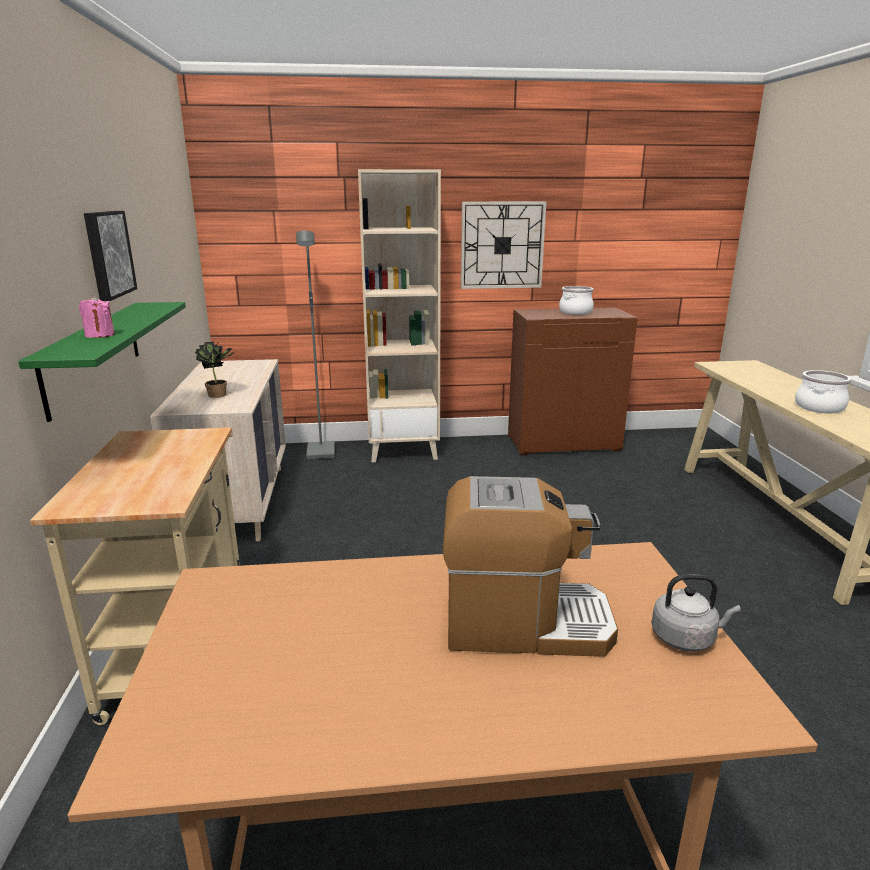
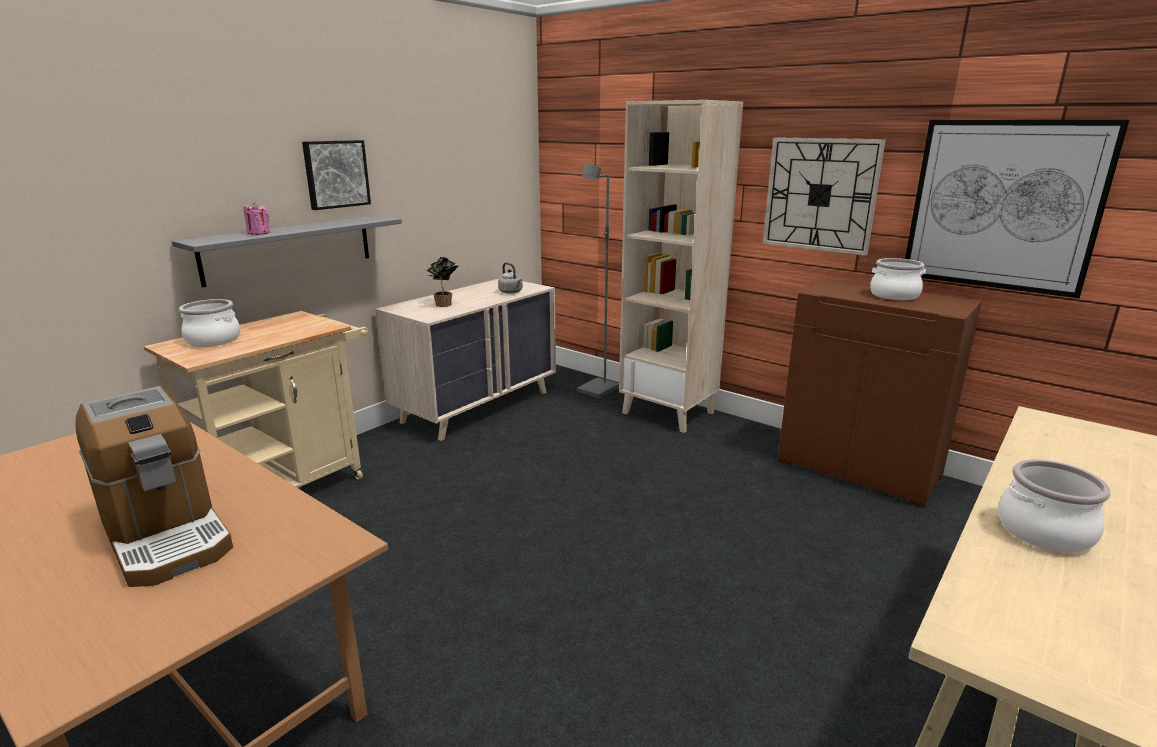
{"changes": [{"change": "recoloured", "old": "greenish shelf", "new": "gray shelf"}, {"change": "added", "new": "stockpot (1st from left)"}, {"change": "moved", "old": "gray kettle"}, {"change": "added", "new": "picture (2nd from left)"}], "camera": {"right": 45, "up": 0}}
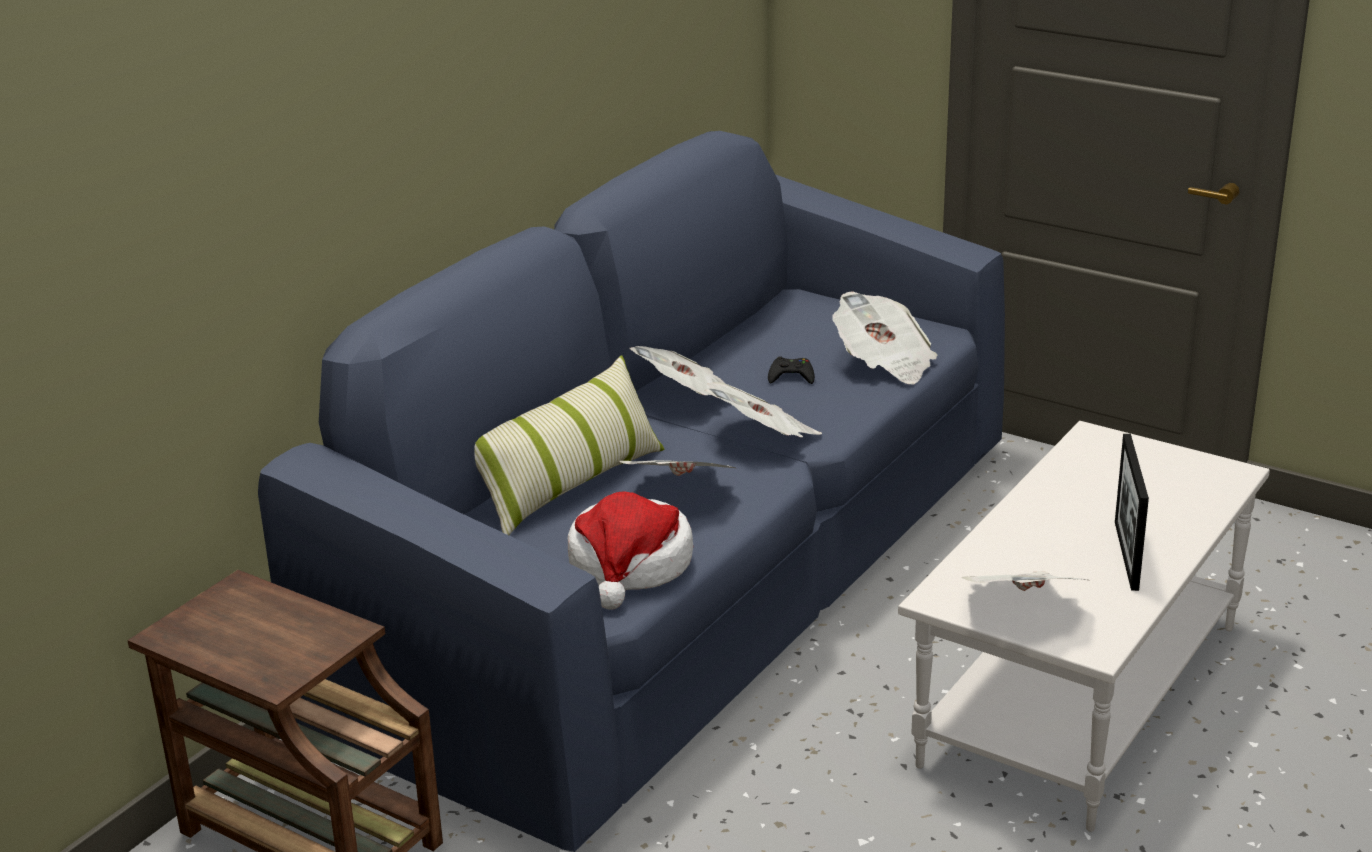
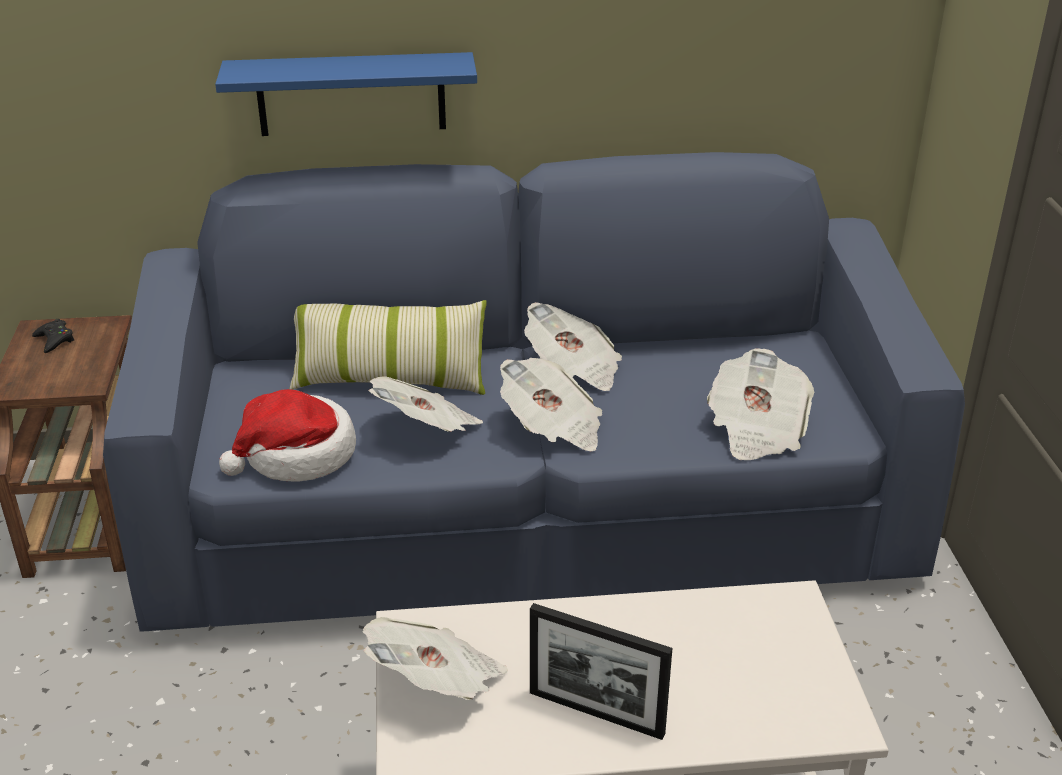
{"changes": [{"change": "moved", "old": "black game controller"}, {"change": "added", "new": "bluish shelf"}, {"change": "turned", "old": "standing frame", "degrees": -120}], "camera": {"right": 50, "up": 5}}
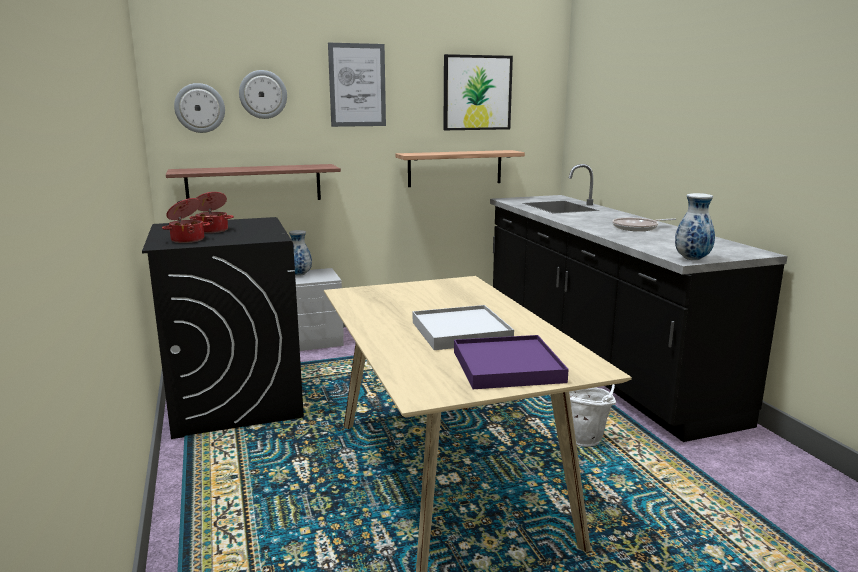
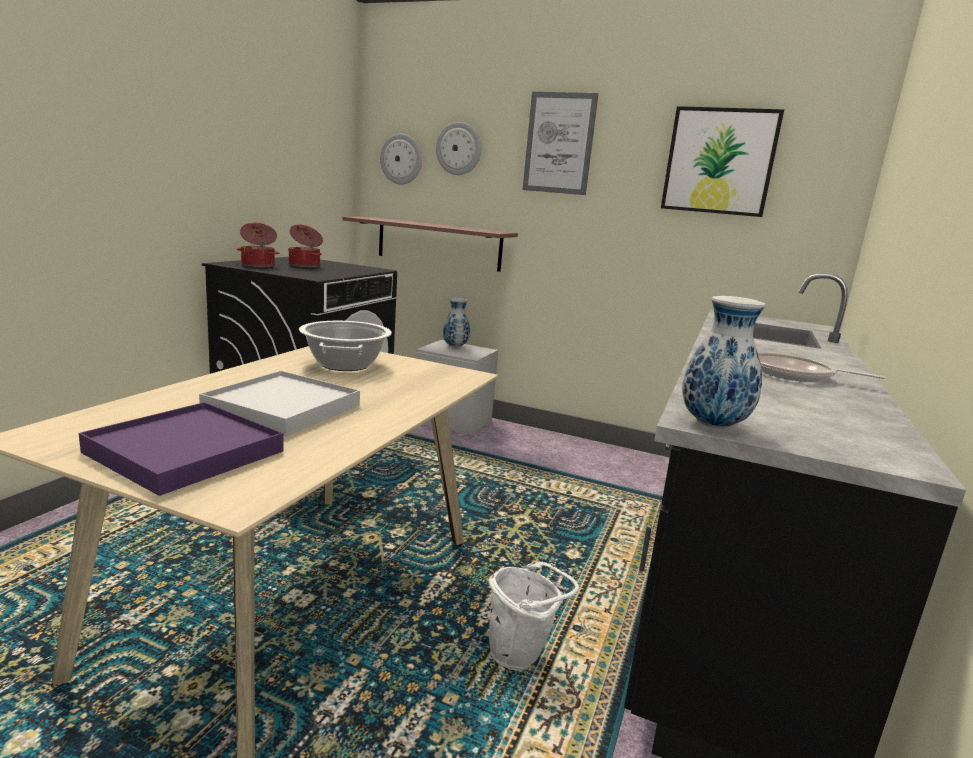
{"changes": [{"change": "added", "new": "stockpot (3rd from left)"}, {"change": "removed", "old": "shelf (2nd from left)"}], "camera": {"right": 40, "up": 0}}
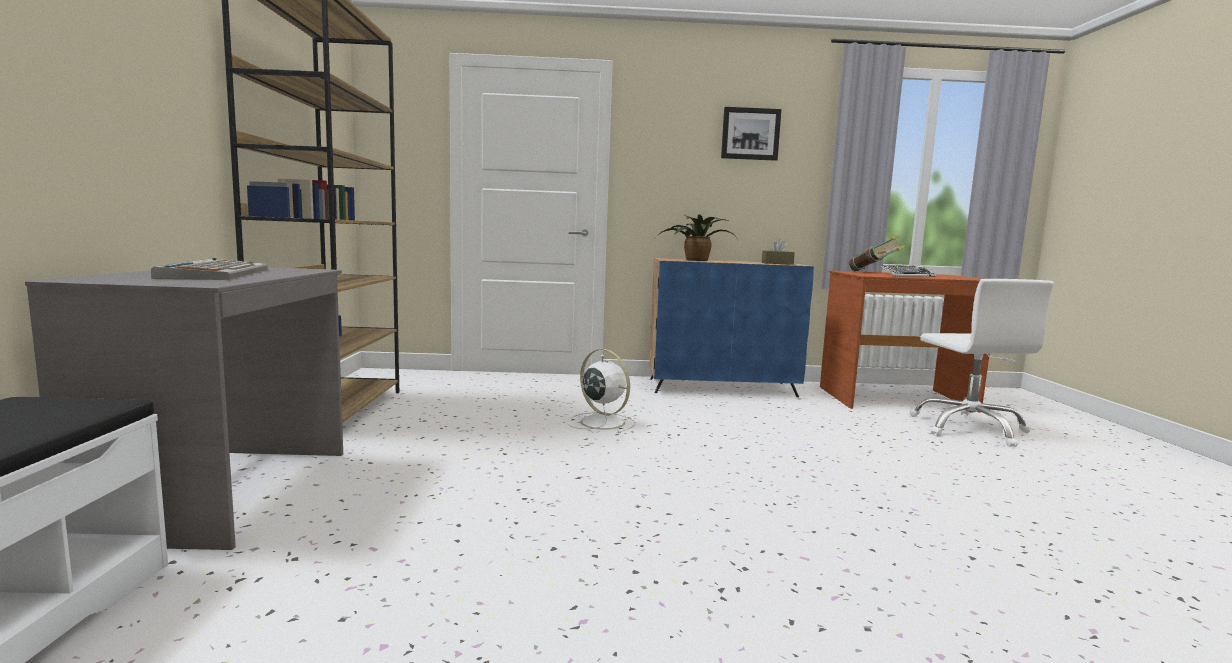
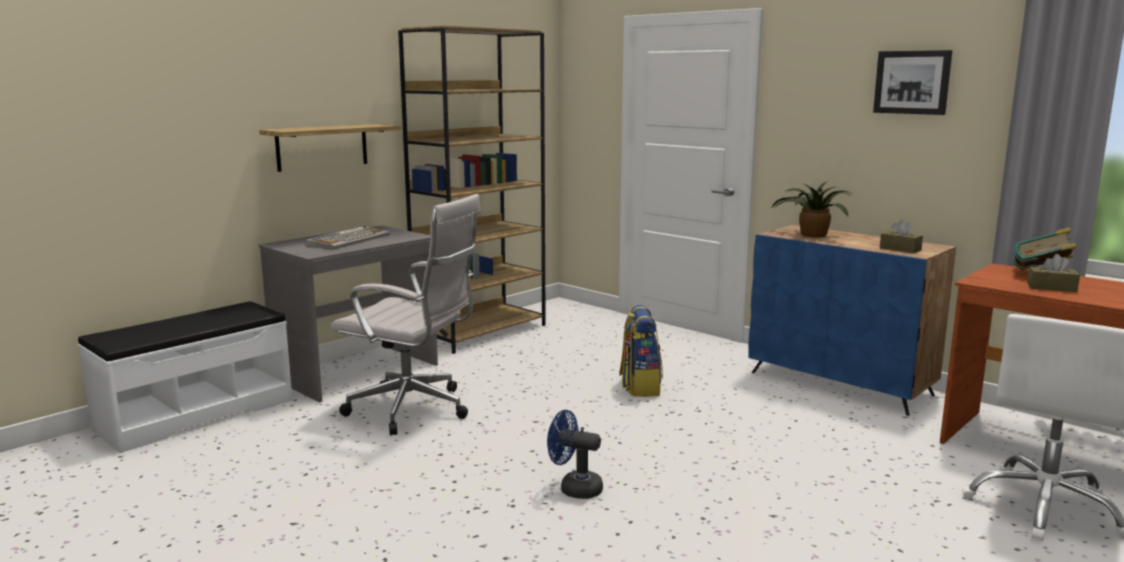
{"changes": [{"change": "added", "new": "shelf"}, {"change": "added", "new": "whitish office chair (1st from left)"}, {"change": "added", "new": "bluish fan"}, {"change": "replaced", "old": "whitish fan", "new": "backpack"}, {"change": "replaced", "old": "PC keyboard (2nd from left)", "new": "brownish tissue holder (2nd from left)"}], "camera": {"right": 45, "up": 5}}
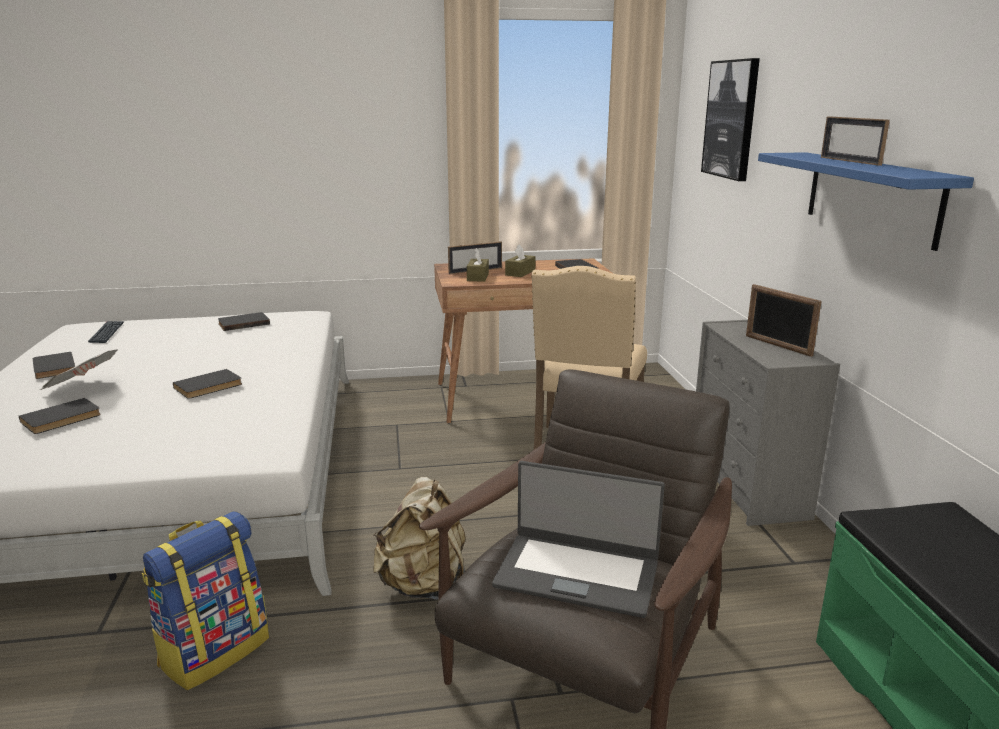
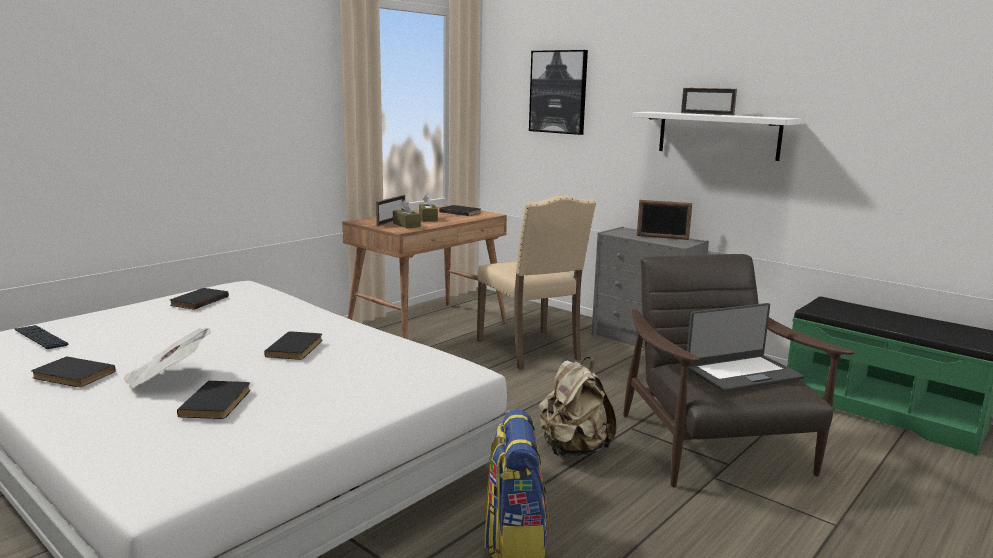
{"changes": [{"change": "recoloured", "old": "bluish shelf", "new": "whitish shelf"}], "camera": {"right": -40, "up": -5}}
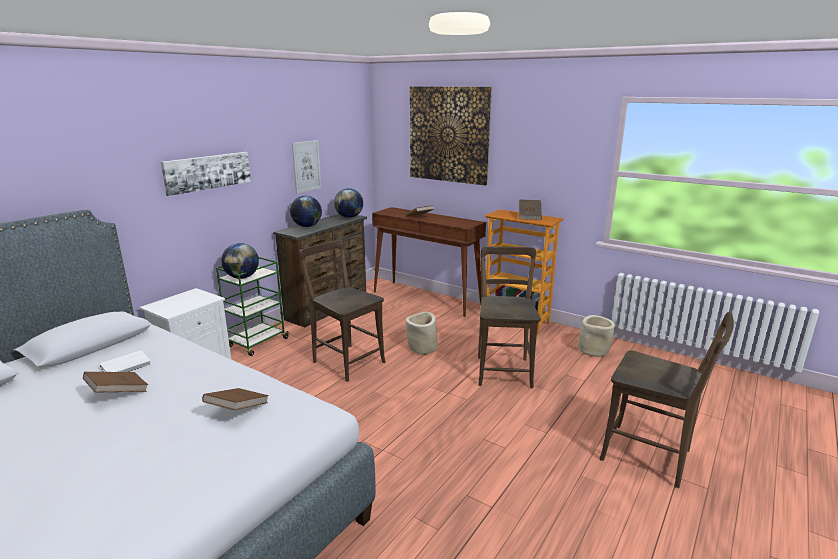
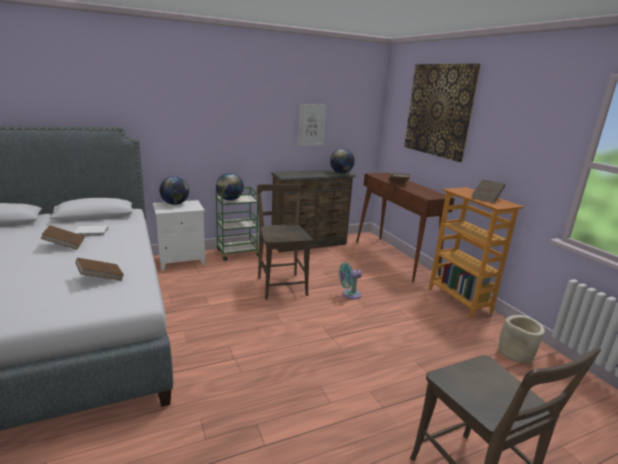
{"changes": [{"change": "moved", "old": "globe (2nd from left in the first image)", "new": "globe (1st from left)"}, {"change": "replaced", "old": "beige flower pot (1st from left)", "new": "turquoise-coloured fan"}, {"change": "removed", "old": "picture (1st from left)"}, {"change": "removed", "old": "brownish upright chair (2nd from left)"}], "camera": {"right": 30, "up": 0}}
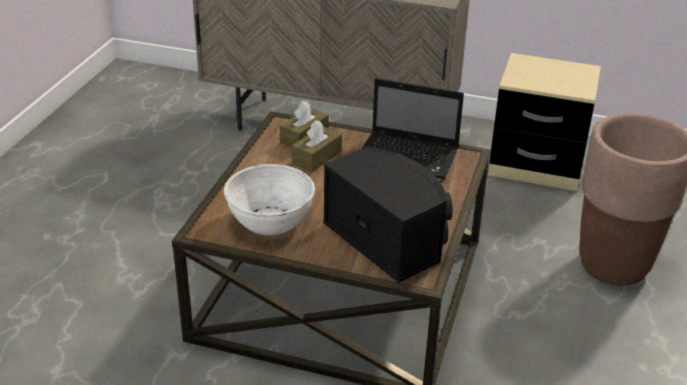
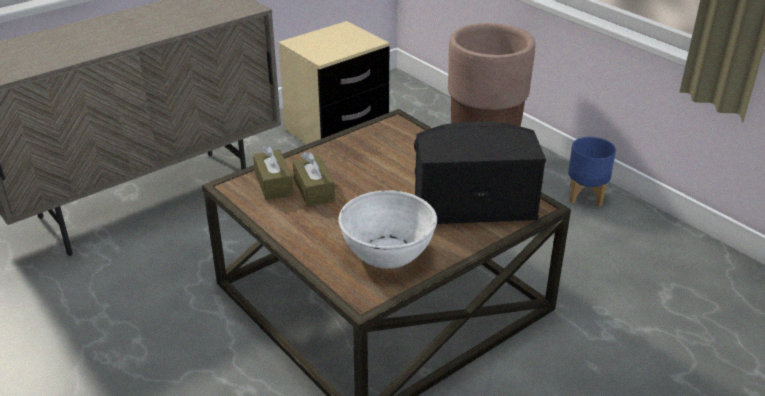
{"changes": [{"change": "added", "new": "bluish flower pot"}, {"change": "removed", "old": "laptop"}], "camera": {"right": -55, "up": 0}}
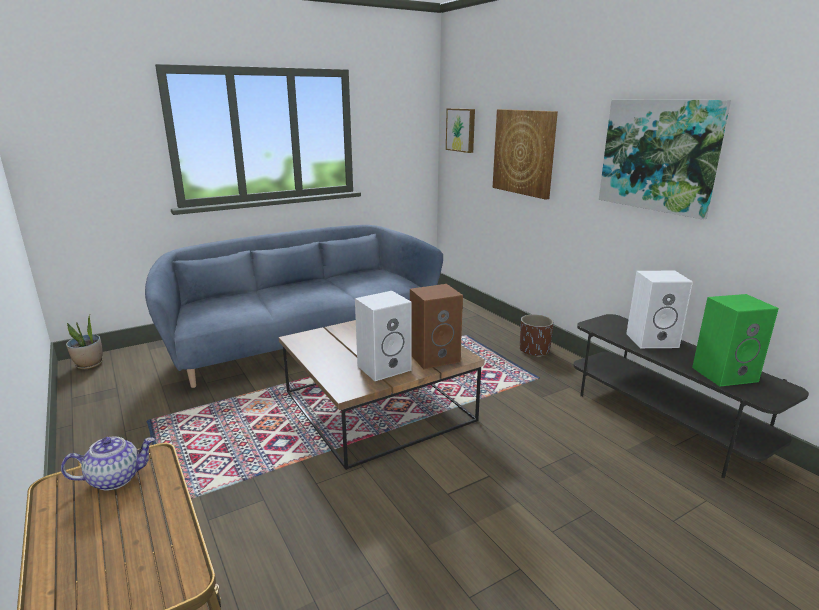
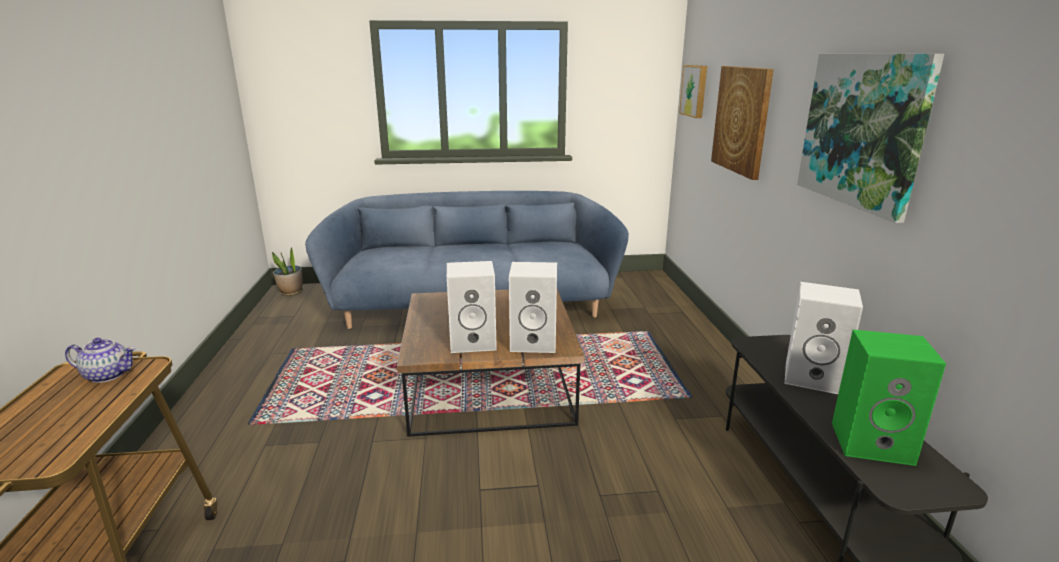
{"changes": [{"change": "recoloured", "old": "brownish audio speaker", "new": "whitish audio speaker (2nd from left)"}, {"change": "removed", "old": "brownish flower pot"}], "camera": {"right": 25, "up": 0}}
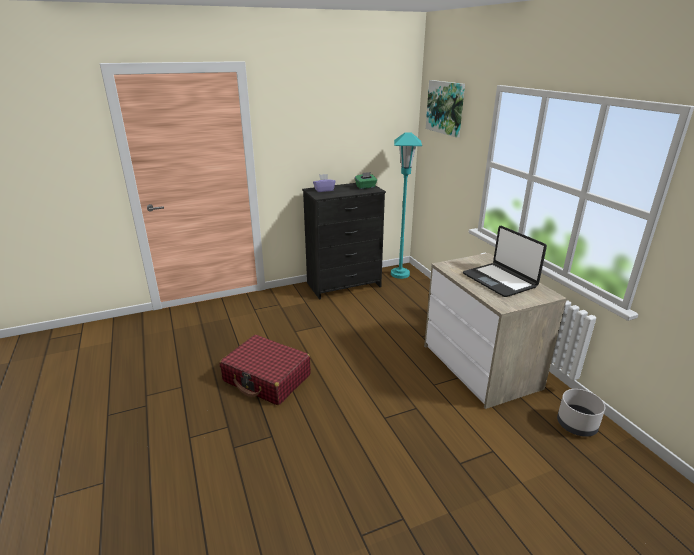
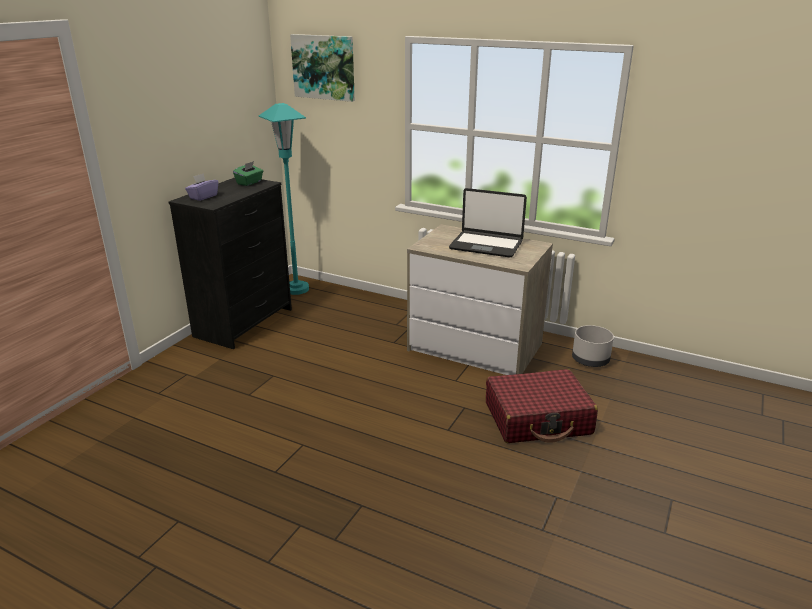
{"changes": [{"change": "moved", "old": "reddish piece of luggage"}], "camera": {"right": -40, "up": 0}}
